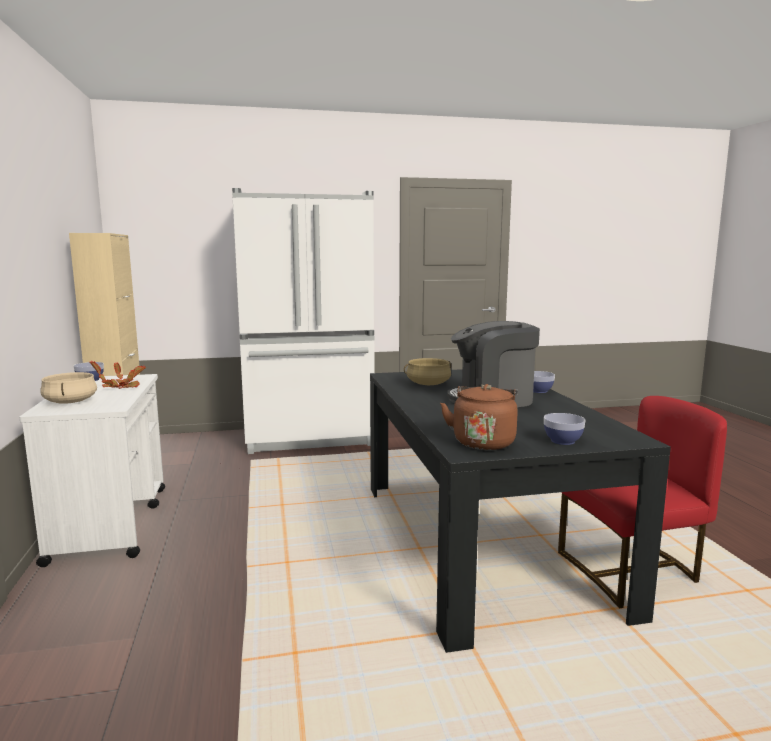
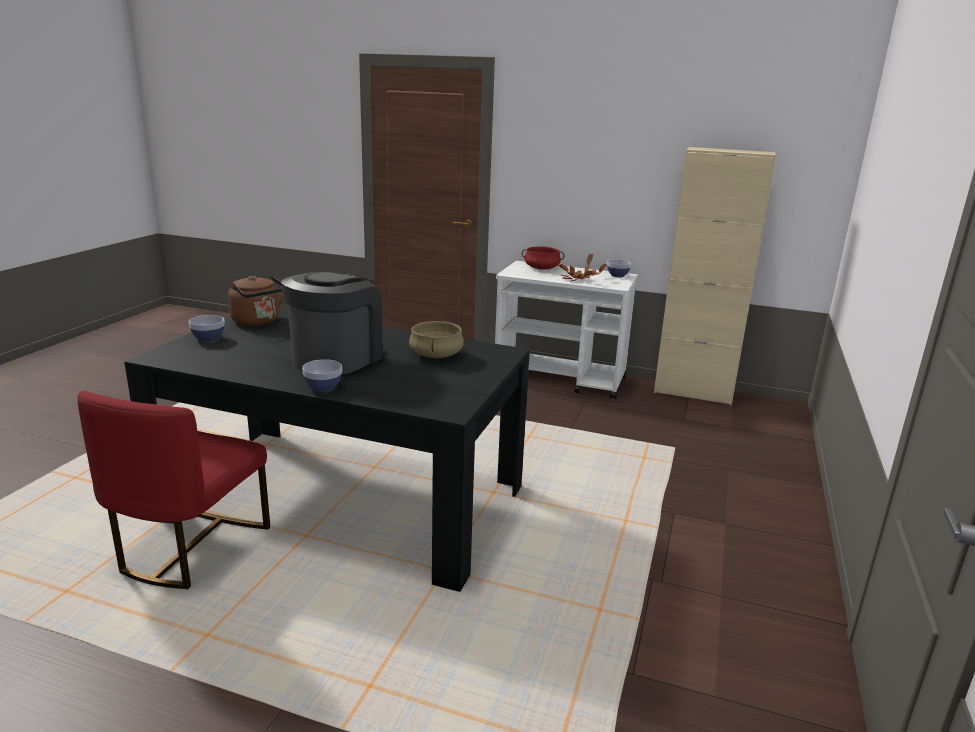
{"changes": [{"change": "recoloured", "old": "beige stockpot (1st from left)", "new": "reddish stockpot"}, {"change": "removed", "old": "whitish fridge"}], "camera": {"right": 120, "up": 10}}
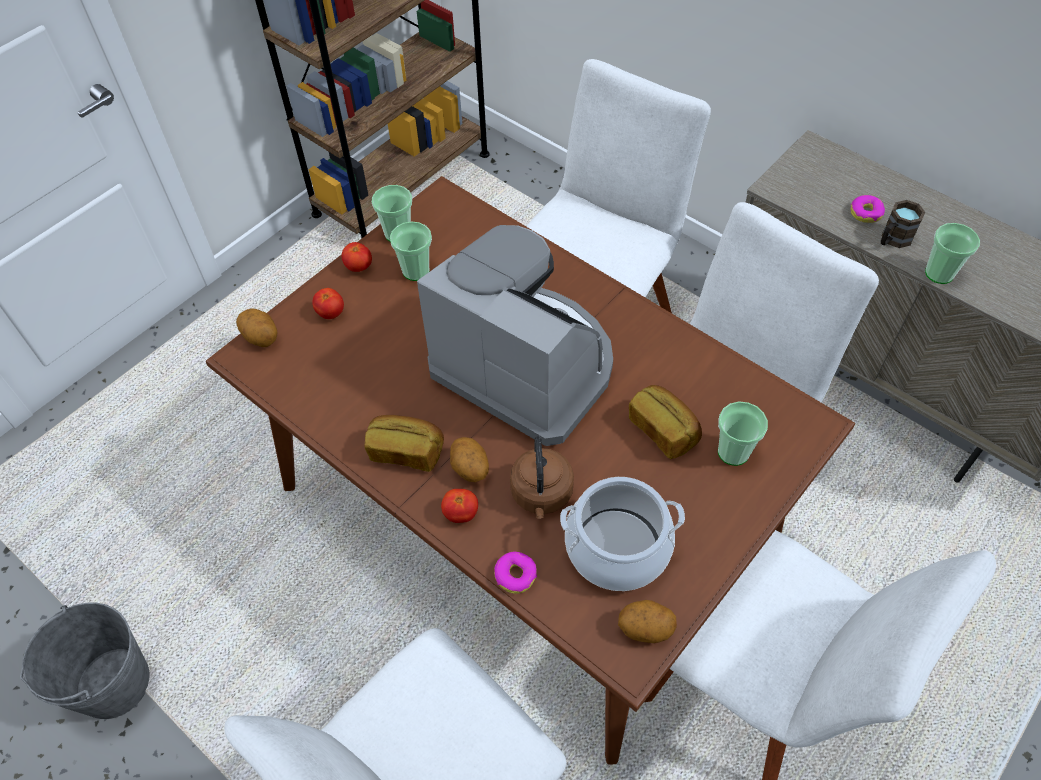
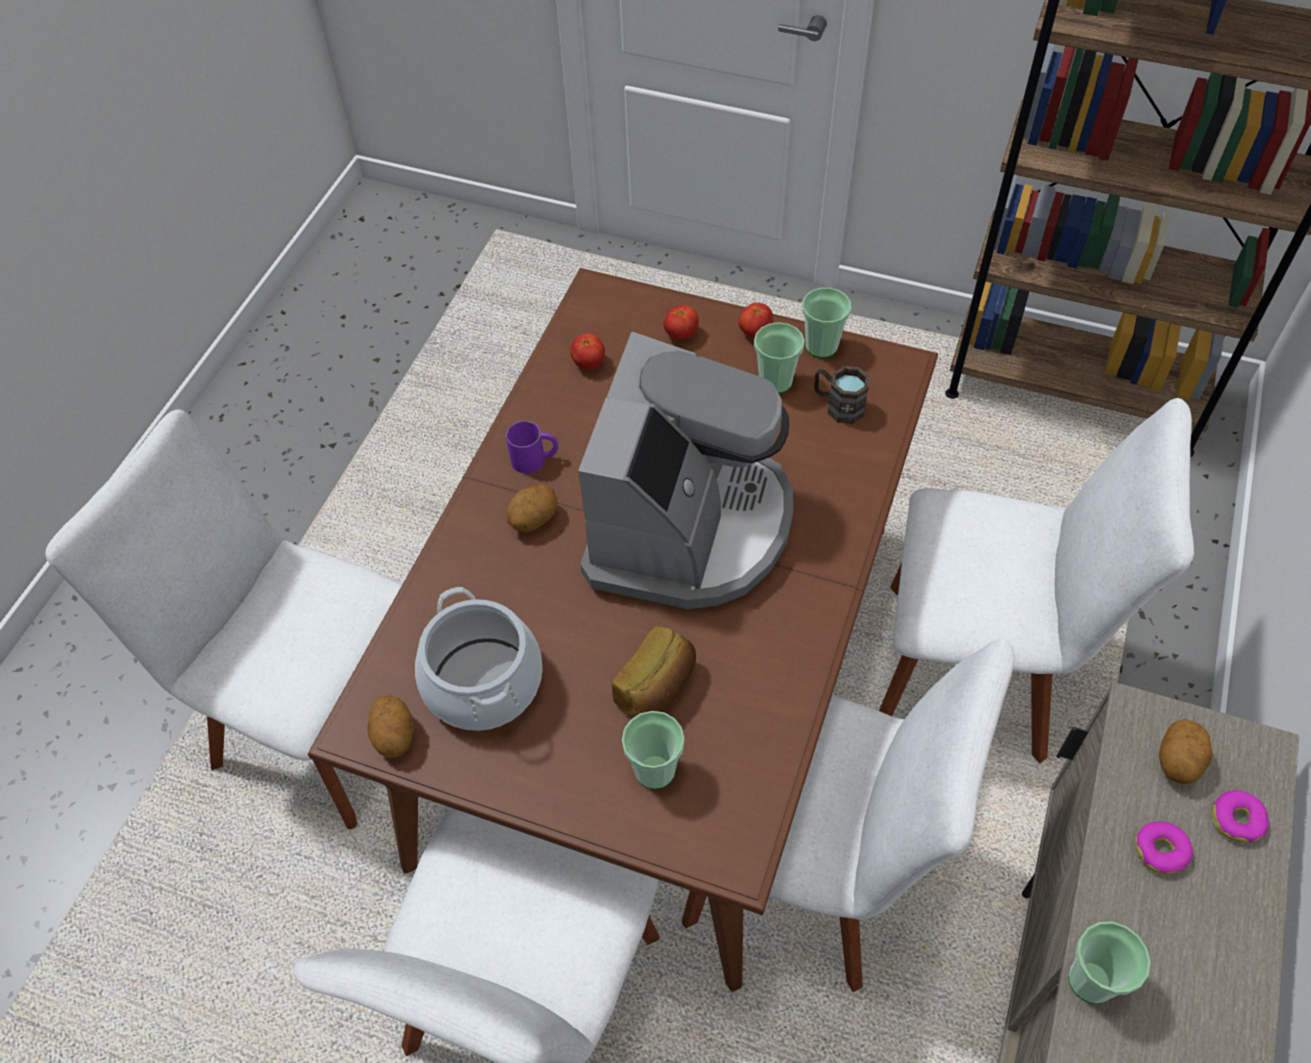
{"changes": [{"change": "replaced", "old": "bakery bread (1st from left)", "new": "purple-coloured mug"}, {"change": "moved", "old": "whole tomato (3rd from left in the first image)", "new": "whole tomato (1st from left)"}, {"change": "moved", "old": "brownish mug"}, {"change": "moved", "old": "spud (1st from left in the first image)", "new": "spud (3rd from left)"}, {"change": "moved", "old": "doughnut (1st from left in the first image)", "new": "doughnut (2nd from left)"}, {"change": "removed", "old": "gray bucket"}, {"change": "removed", "old": "brownish kettle"}], "camera": {"right": 70, "up": 0}}
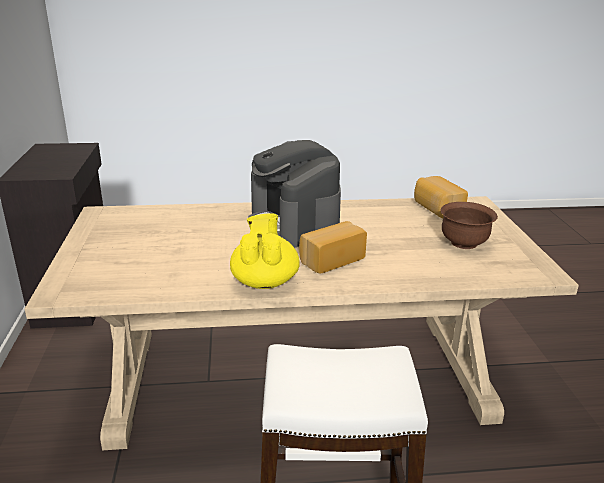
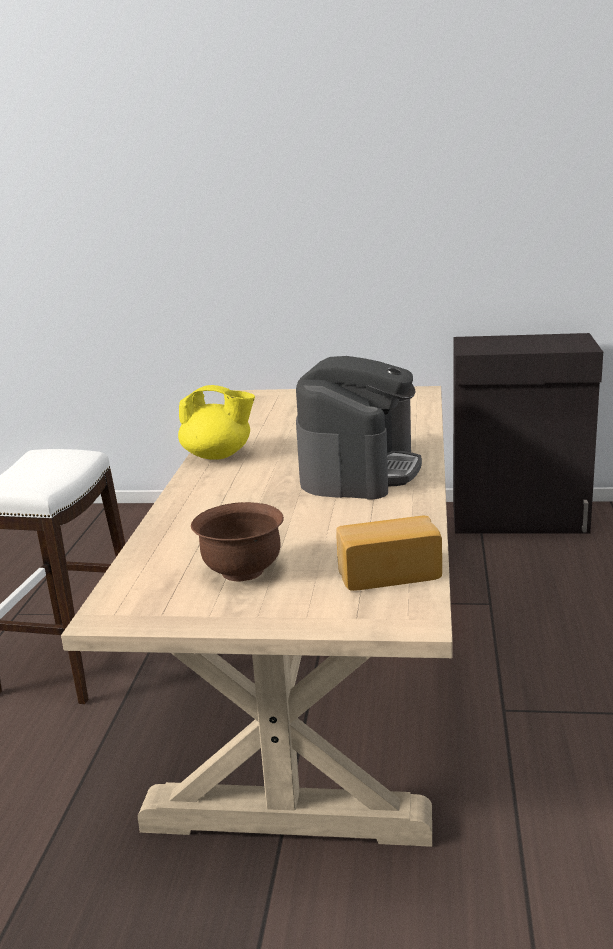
{"changes": [{"change": "turned", "old": "coffee machine", "degrees": 120}, {"change": "removed", "old": "bakery bread (1st from left)"}], "camera": {"right": 105, "up": -5}}
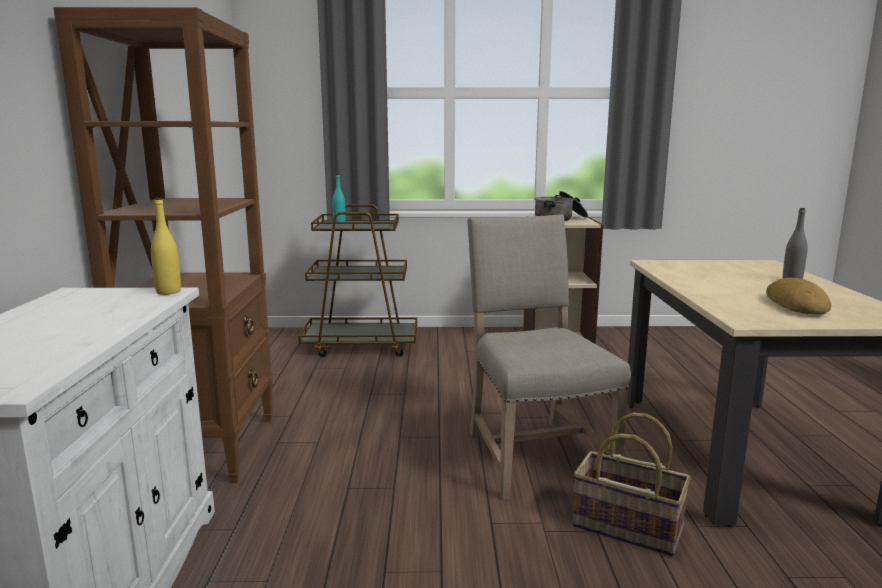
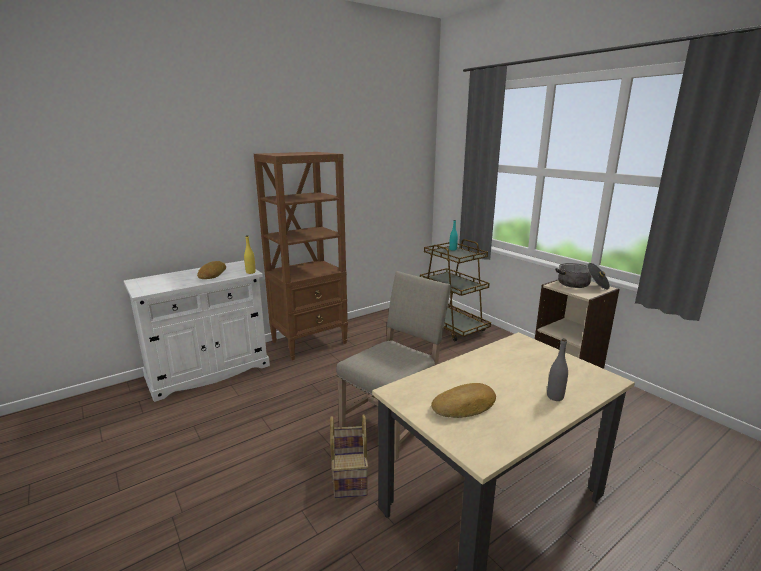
{"changes": [{"change": "added", "new": "bakery bread (1st from left)"}], "camera": {"right": 55, "up": 5}}
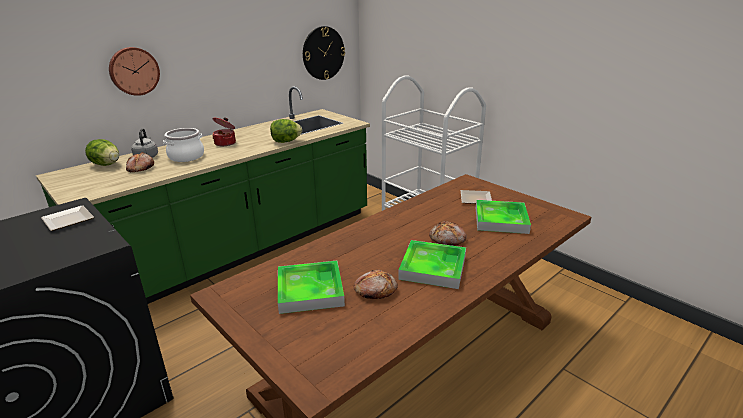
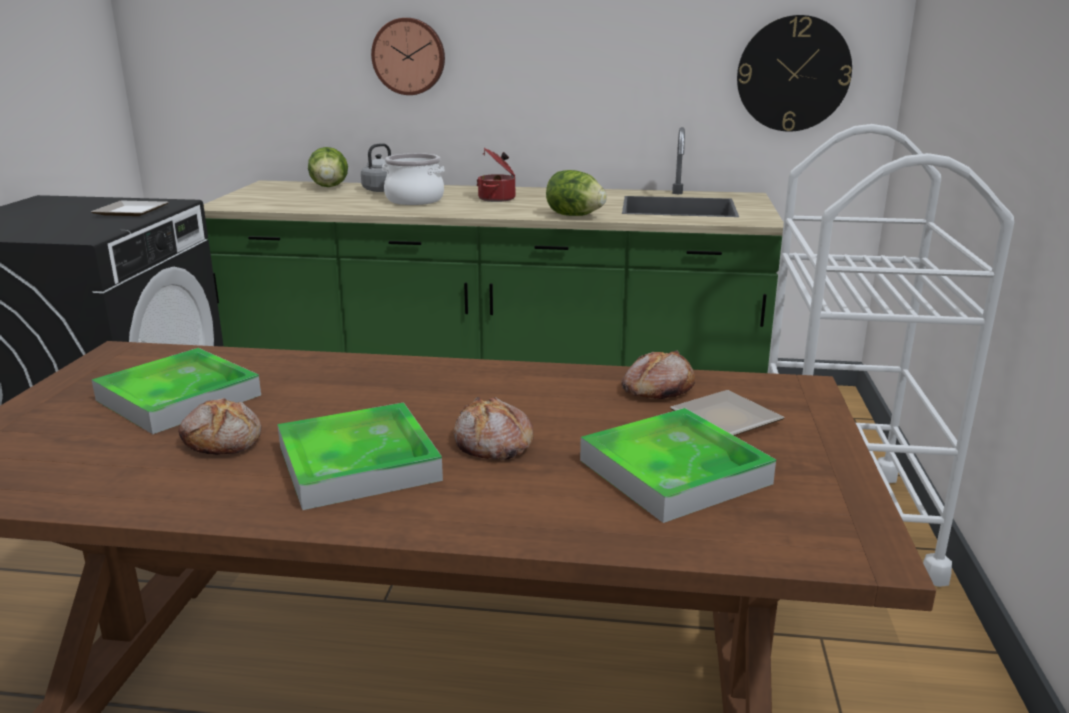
{"changes": [{"change": "moved", "old": "bakery bread (1st from left in the first image)", "new": "bakery bread (3rd from left)"}], "camera": {"right": 50, "up": -5}}
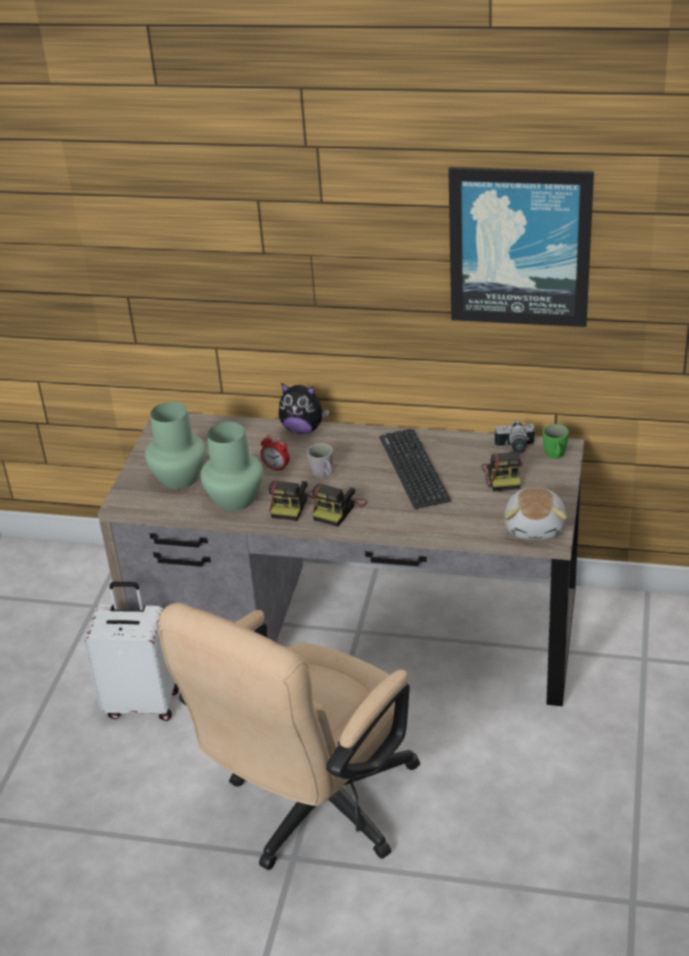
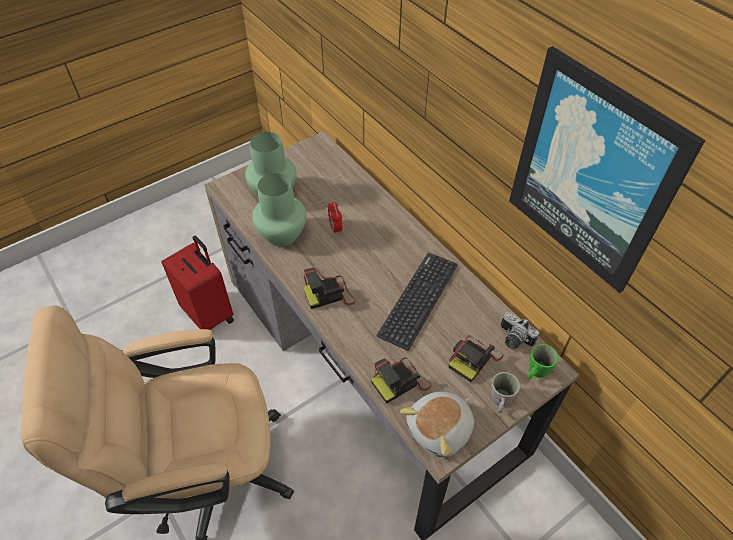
{"changes": [{"change": "recoloured", "old": "whitish piece of luggage", "new": "reddish piece of luggage"}, {"change": "moved", "old": "still camera (1st from left in the first image)", "new": "still camera (2nd from left)"}, {"change": "moved", "old": "gray mug"}, {"change": "removed", "old": "cuddly toy (1st from left)"}], "camera": {"right": 40, "up": 15}}
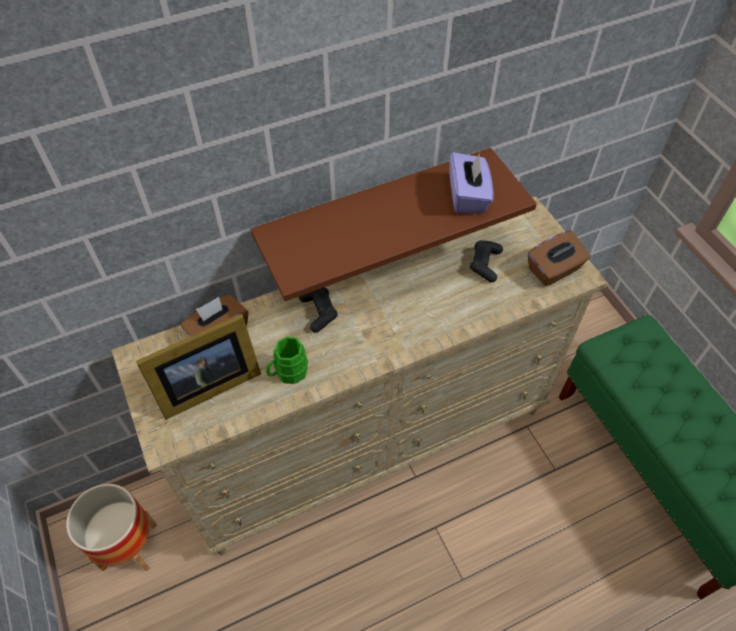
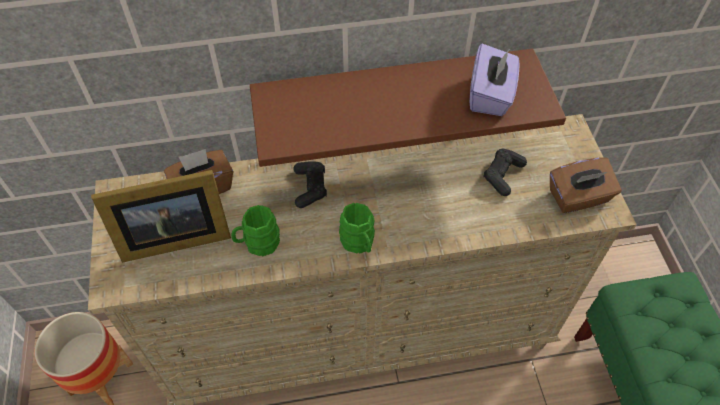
{"changes": [{"change": "added", "new": "greenish mug (2nd from left)"}], "camera": {"right": 15, "up": 0}}
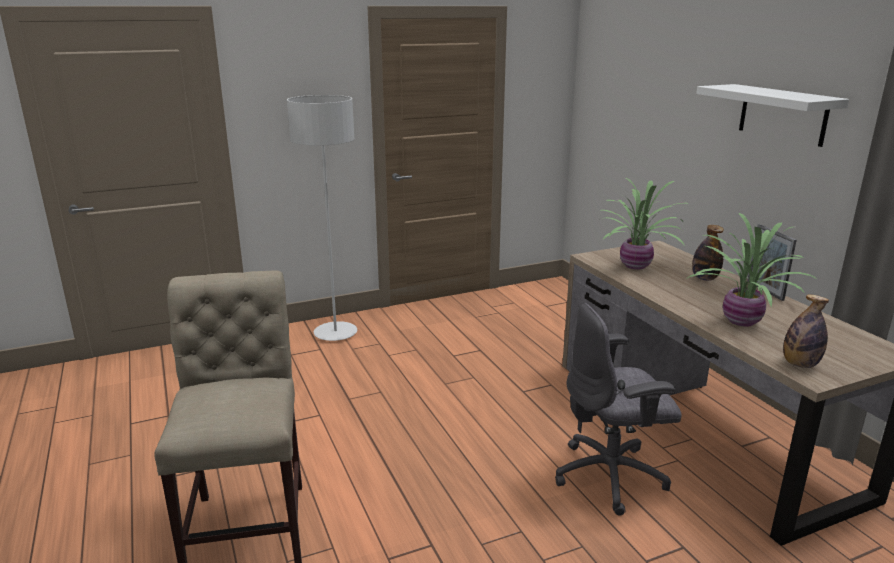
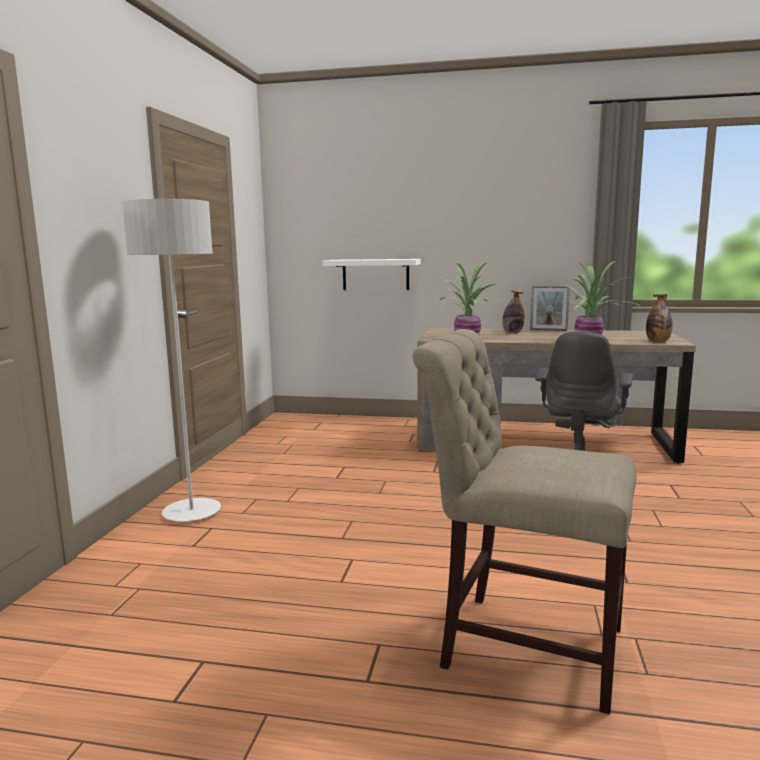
{"changes": [{"change": "moved", "old": "whitish shelf"}], "camera": {"right": -55, "up": -10}}
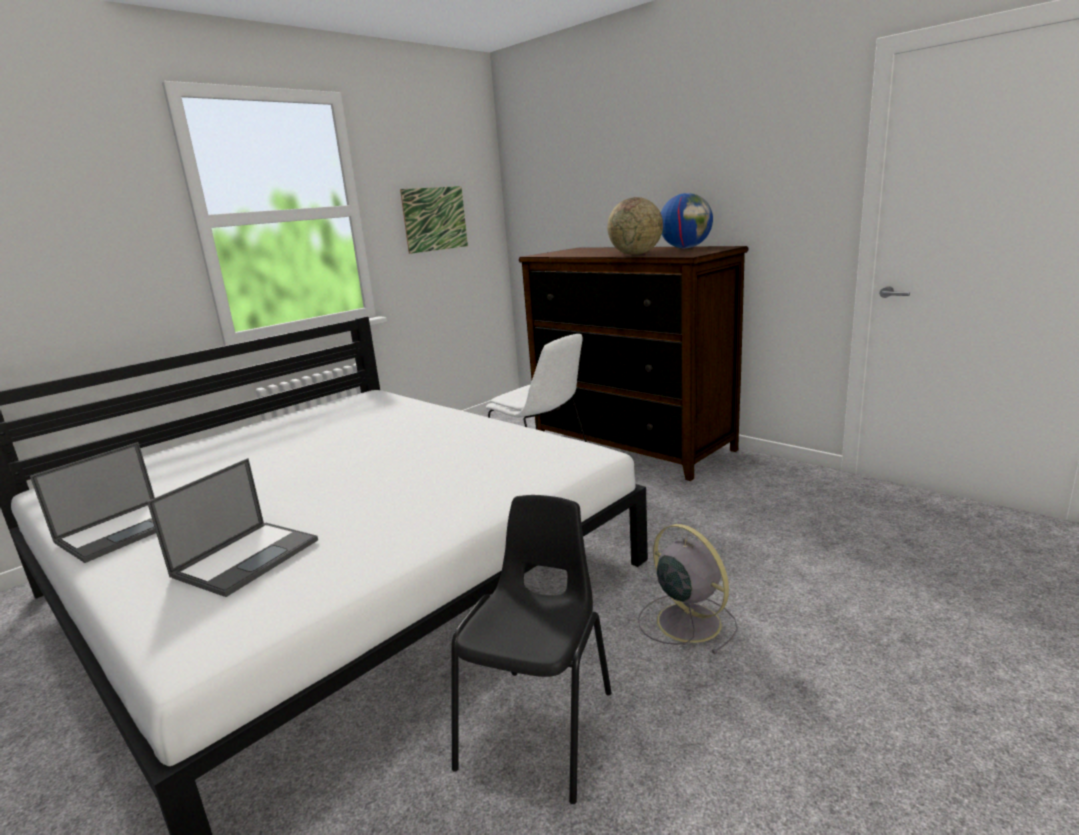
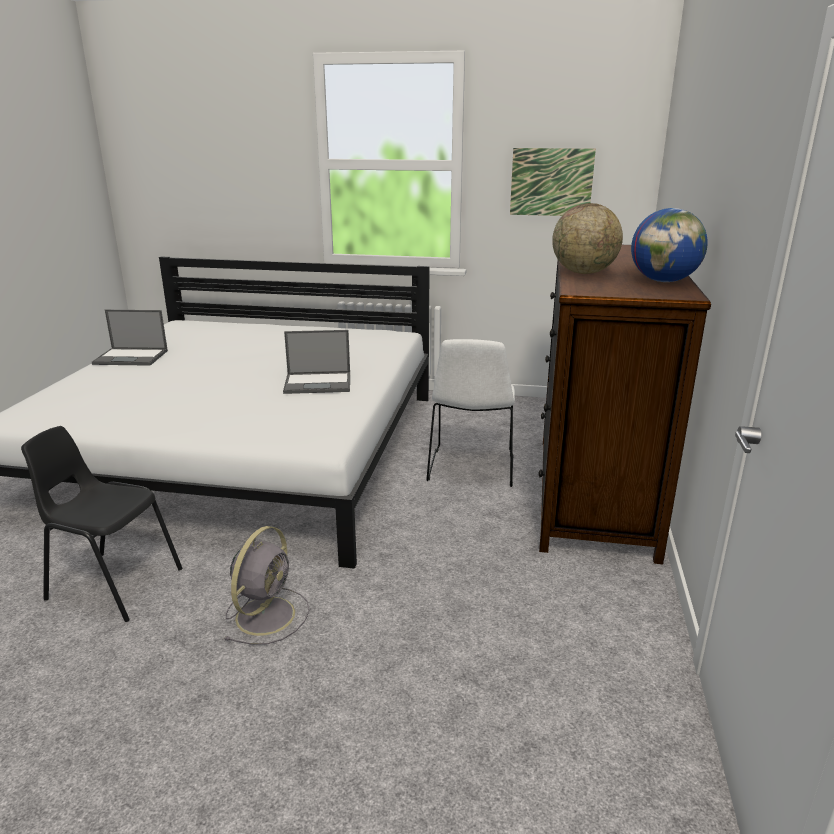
{"changes": [{"change": "turned", "old": "black upright chair", "degrees": -150}, {"change": "moved", "old": "laptop (2nd from left)"}], "camera": {"right": 55, "up": 5}}
